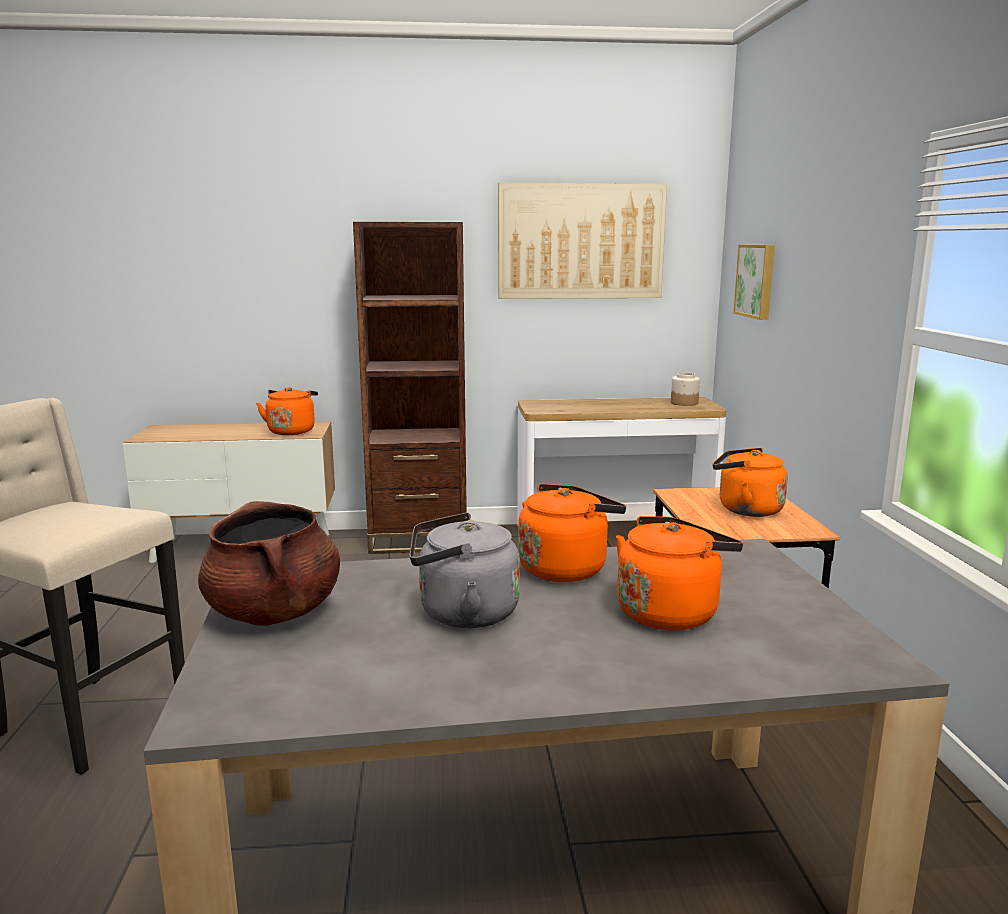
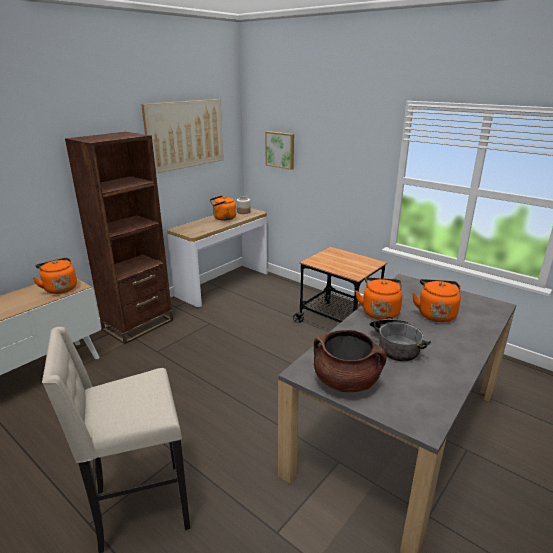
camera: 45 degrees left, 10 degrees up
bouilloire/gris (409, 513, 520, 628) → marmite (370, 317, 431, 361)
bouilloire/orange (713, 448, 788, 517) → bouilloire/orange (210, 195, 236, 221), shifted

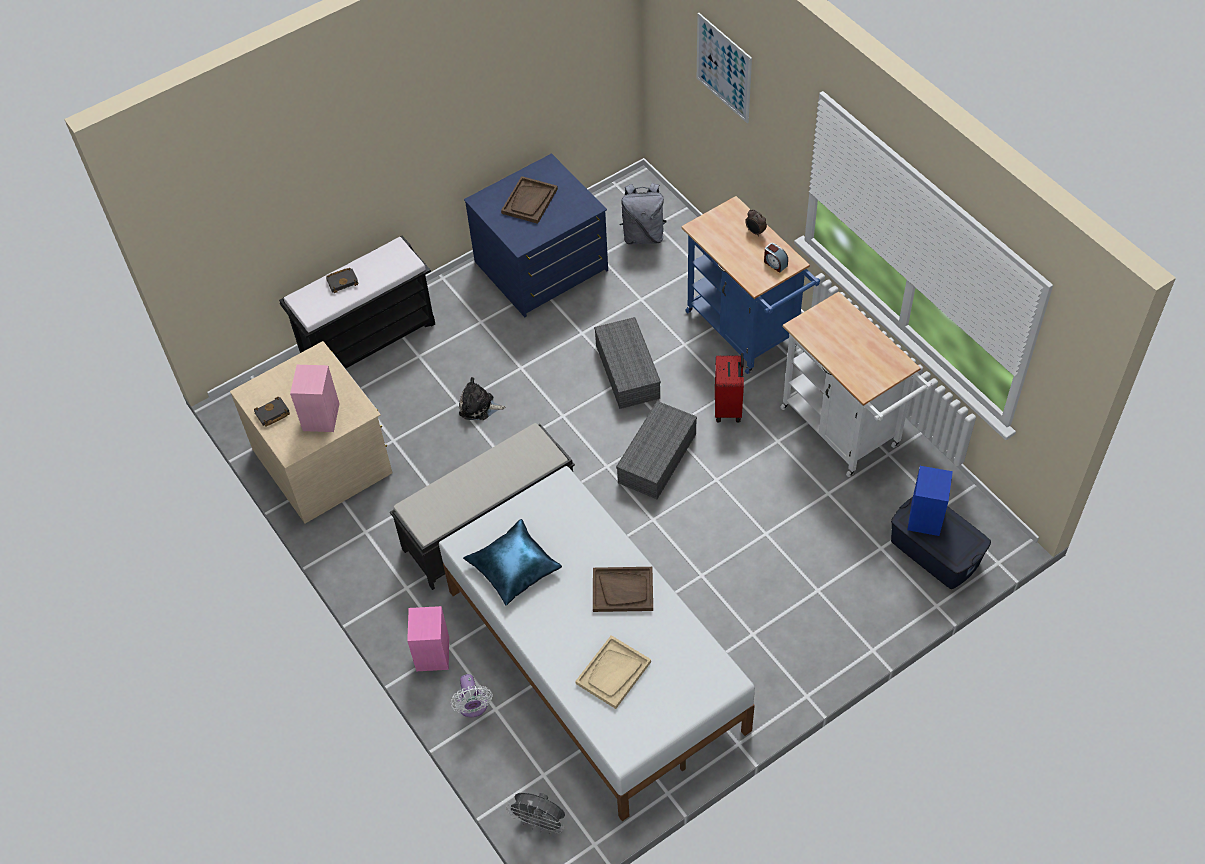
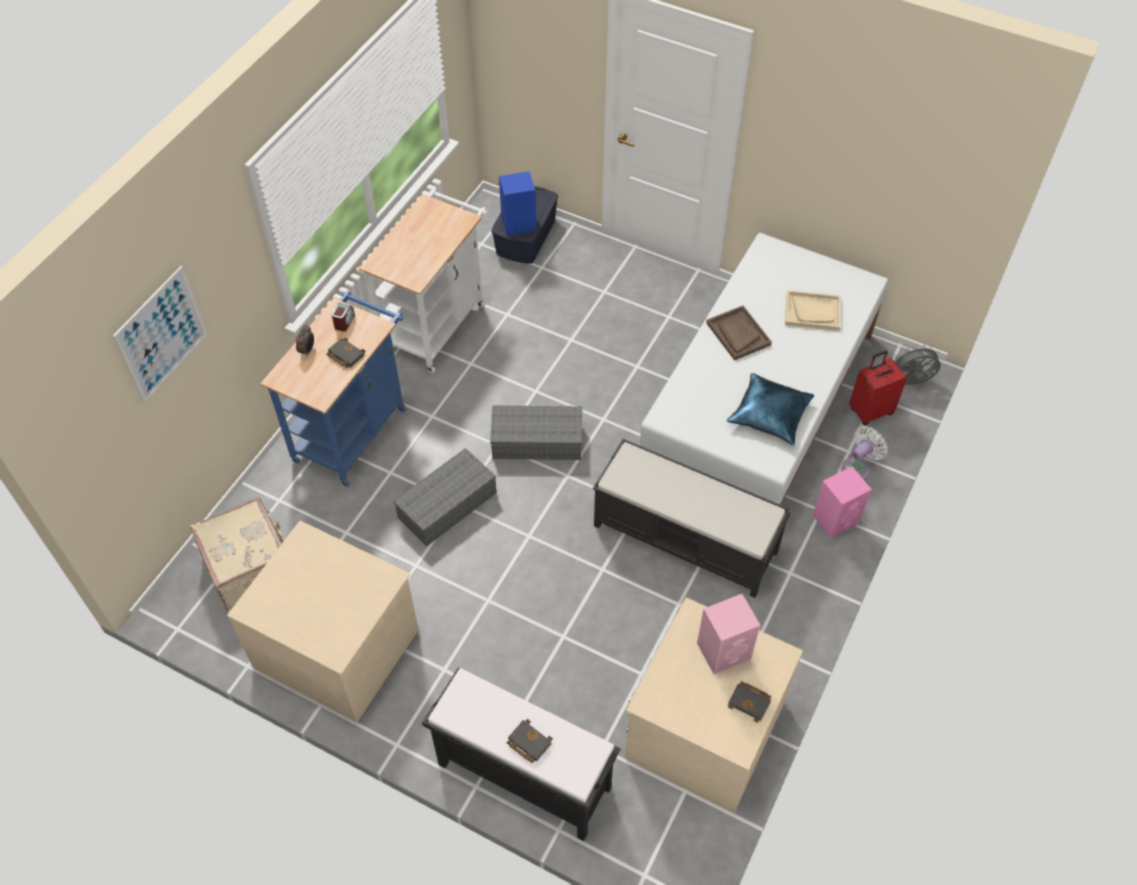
camera: 120 degrees left, 0 degrees up
peluche (459, 377, 505, 420) → -
commode/bleu (464, 154, 608, 317) → commode/beige (227, 520, 419, 722)
plateau/marron (501, 176, 558, 224) → -
ventilateur/gris (506, 793, 565, 834) → ventilateur/gris (893, 345, 941, 385), 90 degrees counterclockwise
sac à dos/gris (620, 183, 667, 245) → valise/beige (190, 497, 285, 612)
valise/rouge (715, 353, 744, 423) → valise/rouge (849, 351, 907, 425), shifted
- → livre/noir (326, 337, 366, 368)

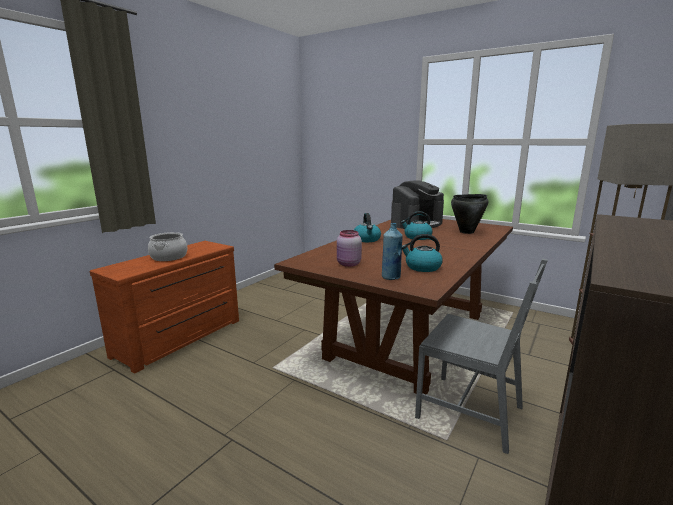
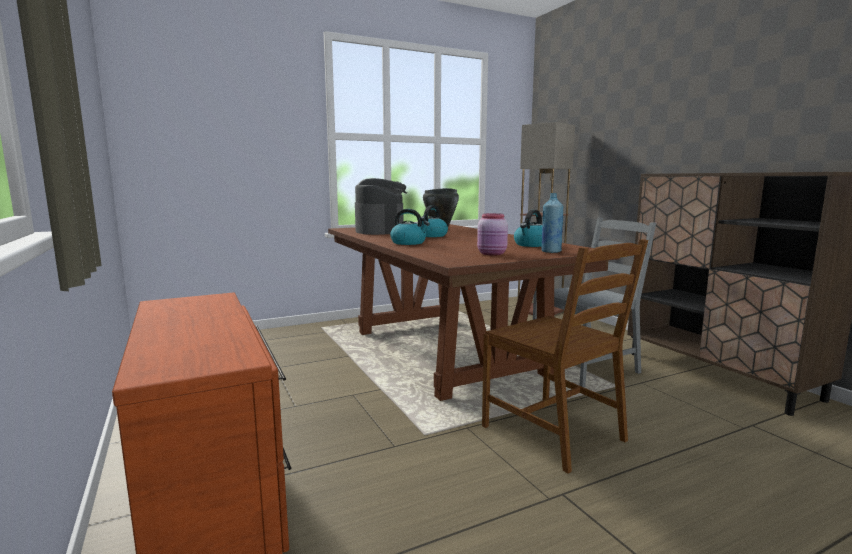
camera: 60 degrees left, 5 degrees down
marmite (148, 232, 188, 261) → -
- → chaise/marron (482, 239, 648, 474)

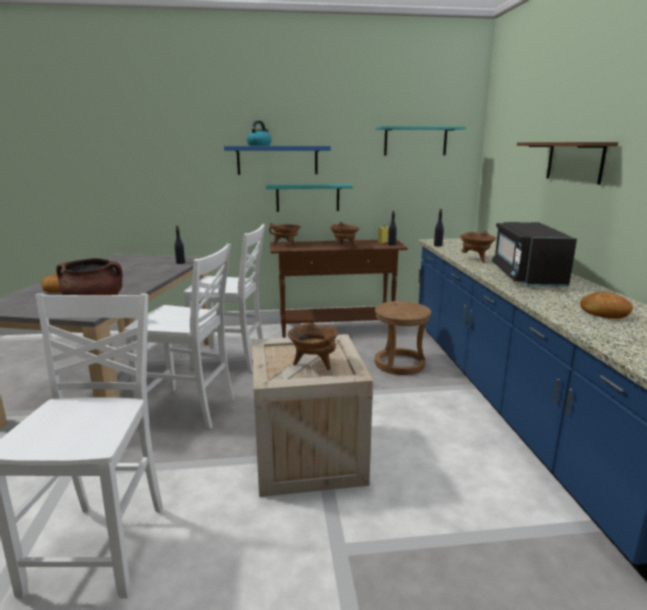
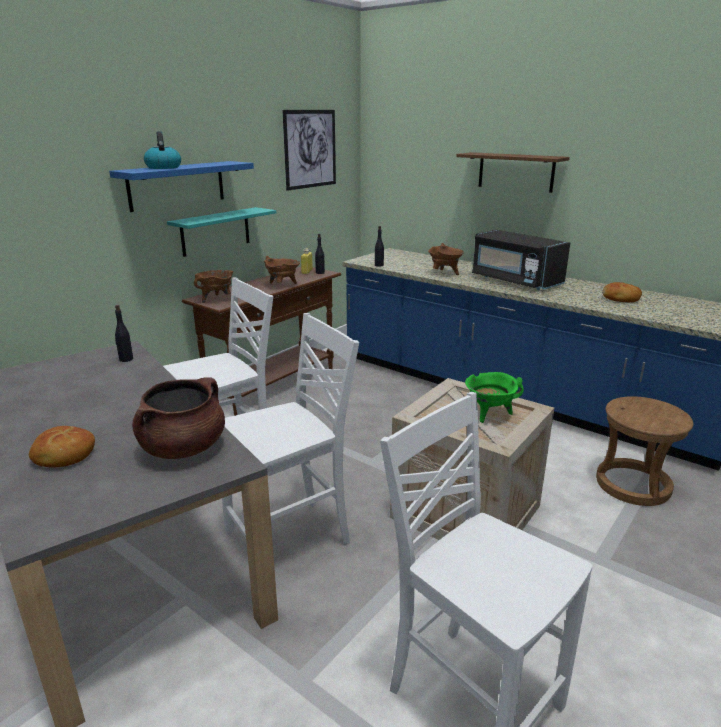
camera: 45 degrees left, 5 degrees up
marmite/marron (288, 323, 338, 370) → marmite/vert (465, 372, 524, 423)
étagère/turquoise (375, 126, 466, 155) → tableau (283, 110, 336, 191)
tabouret/marron (375, 301, 431, 375) → tabouret/marron (596, 396, 693, 506), shifted

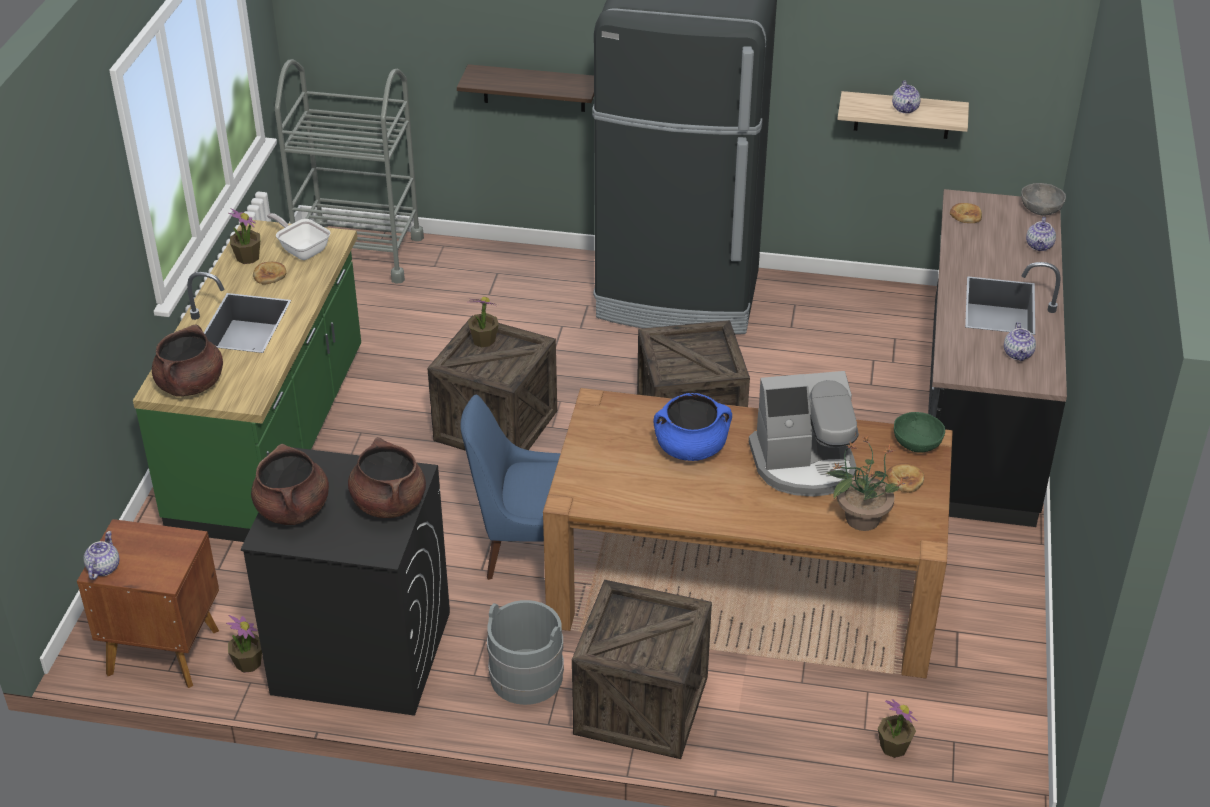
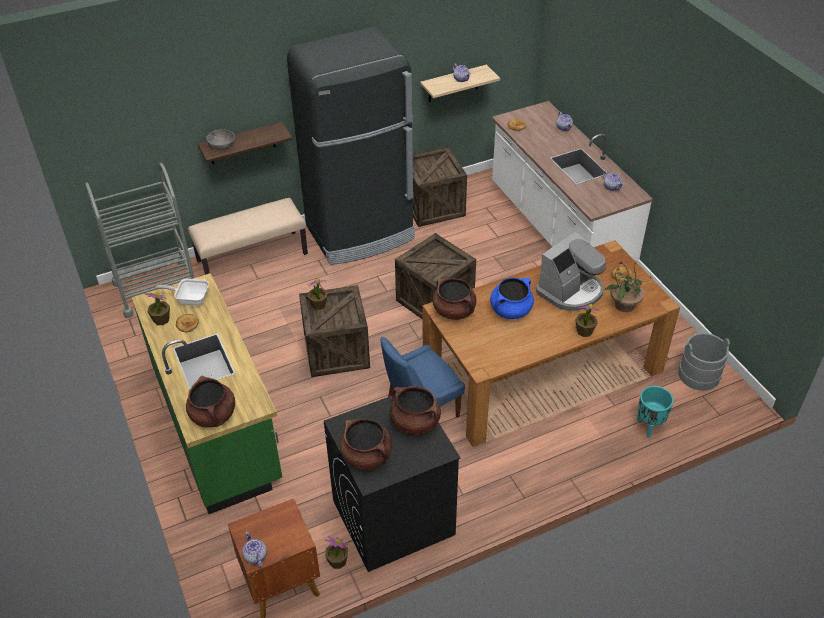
camera: 35 degrees left, 5 degrees up
seau/gris (487, 600, 564, 705) → seau/gris (678, 333, 730, 391), shifted
caisse (572, 580, 712, 759) → caisse (413, 147, 467, 227), shifted
plante en pot (878, 699, 917, 758) → plante en pot (575, 304, 600, 337), shifted
bol/vert (894, 412, 945, 453) → -
comptoir de cuisine/noir (928, 189, 1067, 527) → comptoir de cuisine/blanc (492, 101, 653, 264)
bol/gris (1021, 183, 1066, 215) → bol/gris (206, 129, 235, 150), shifted
- → banc/beige (188, 198, 308, 275)
- → marmite/marron (433, 278, 477, 320)
- → cache-pot/turquoise (637, 386, 674, 438)

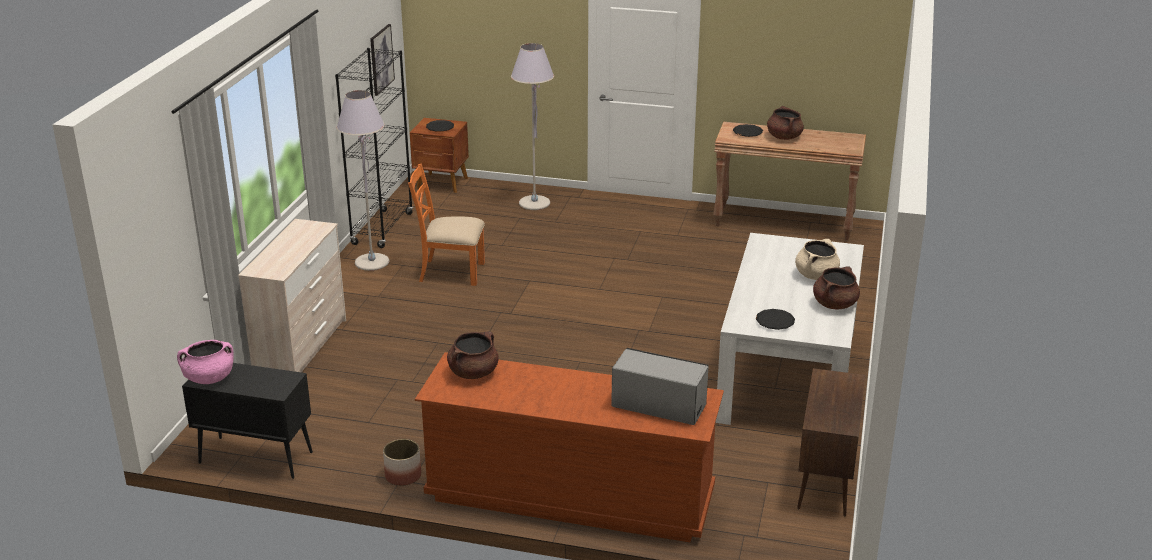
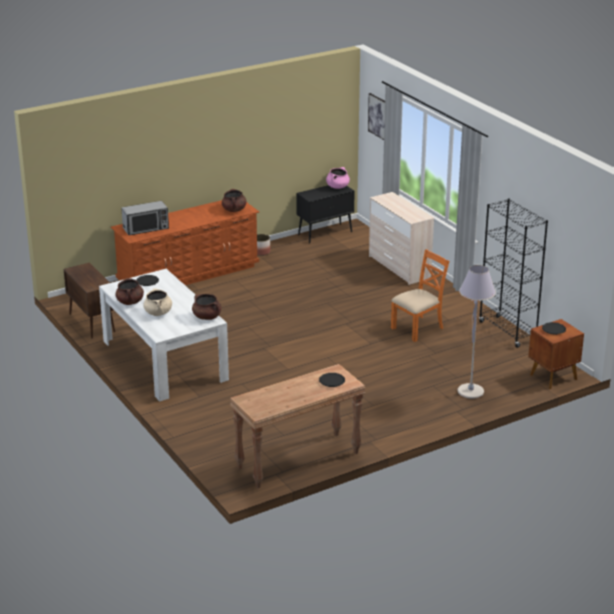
camera: 135 degrees right, 0 degrees up
lampadaire/gris (336, 90, 389, 271) → -
tableau (370, 24, 395, 96) → tableau (368, 93, 385, 140), shifted
marmite/marron (767, 106, 804, 140) → marmite/marron (192, 294, 221, 320), shifted

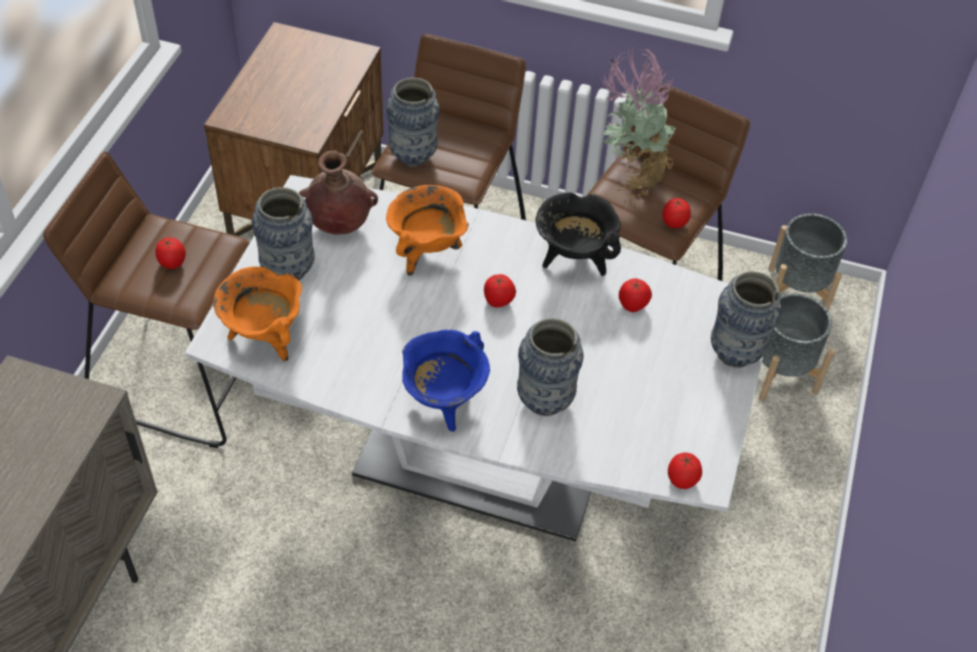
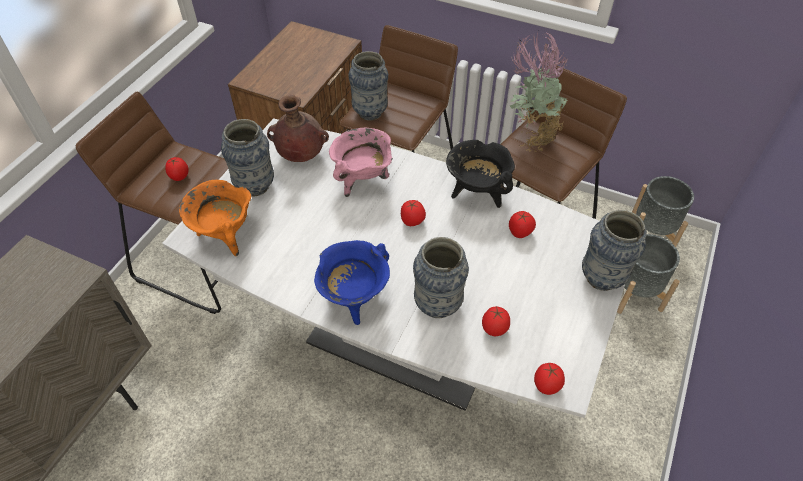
camera: 10 degrees right, 0 degrees up
marmite/orange (386, 185, 469, 276) → marmite/rose (329, 128, 393, 197)
tomate (663, 198, 691, 228) → tomate (482, 306, 510, 336), shifted

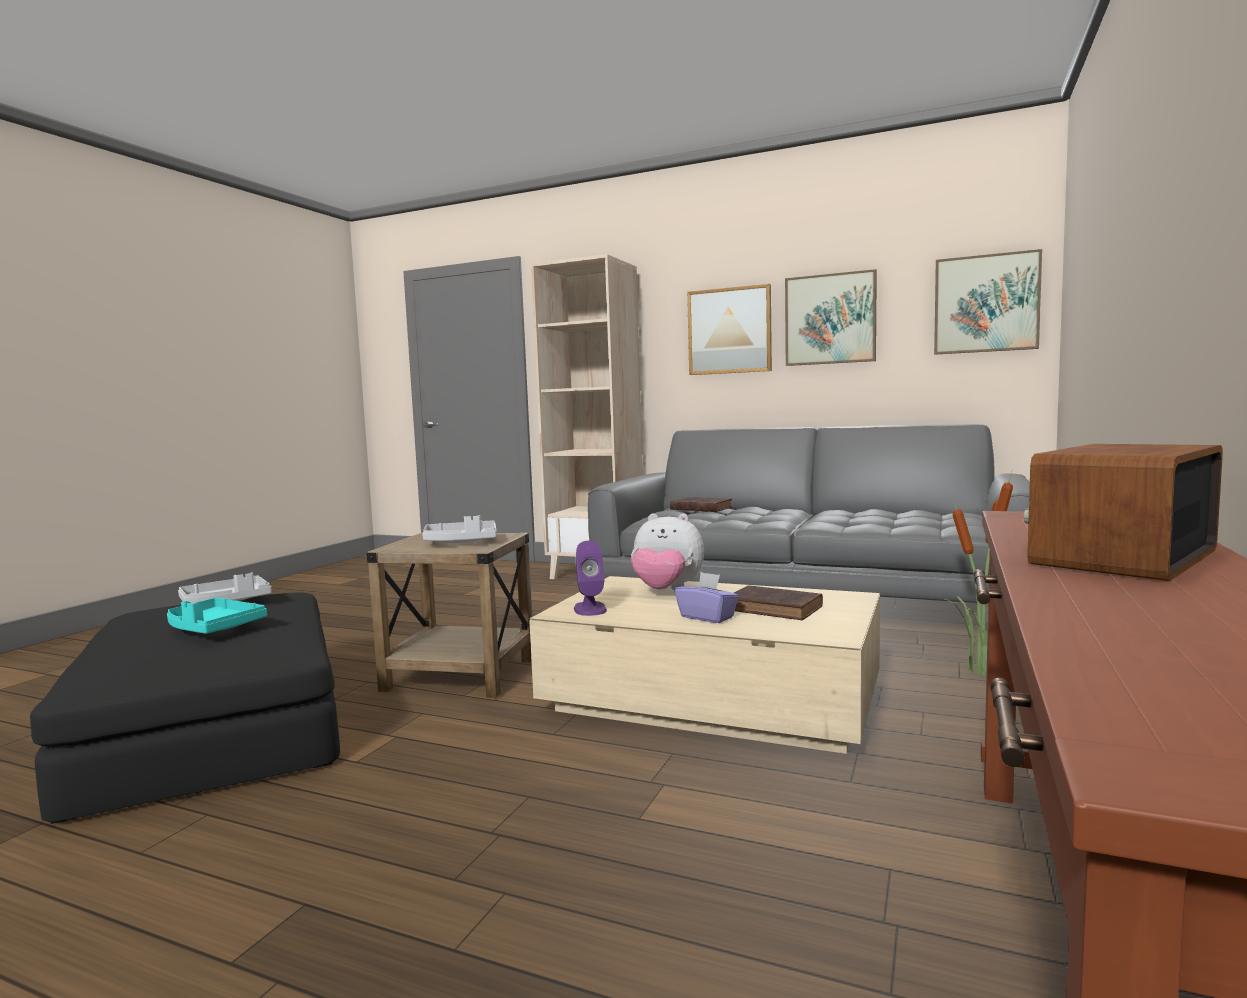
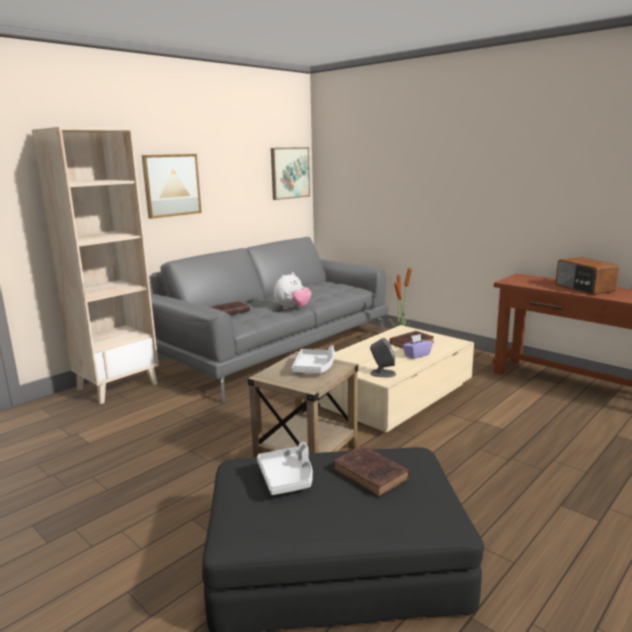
camera: 70 degrees left, 10 degrees up
plateau/turquoise (167, 598, 267, 634) → livre/marron (333, 445, 410, 497)
enceinte/violet (574, 541, 607, 616) → enceinte/gris (370, 338, 396, 377)
peluche (631, 513, 704, 590) → peluche (274, 272, 311, 309), shifted
tableau (785, 269, 877, 366) → -

